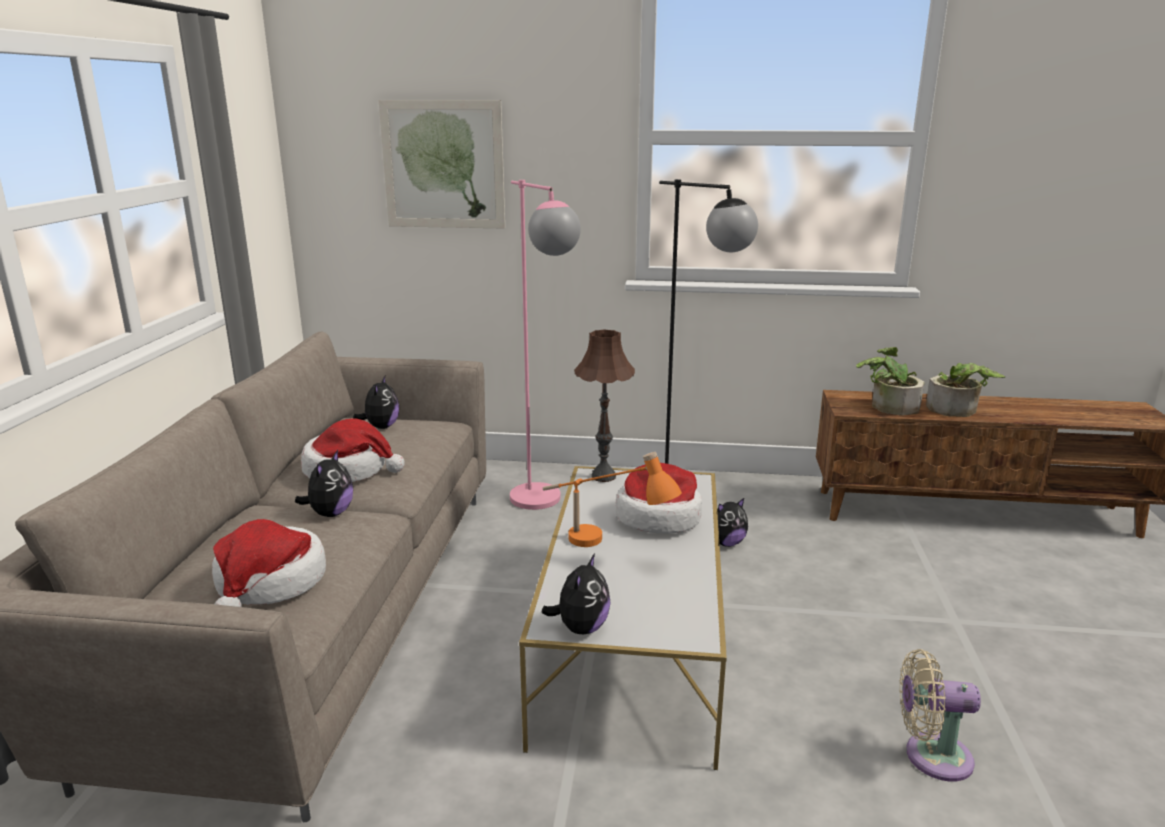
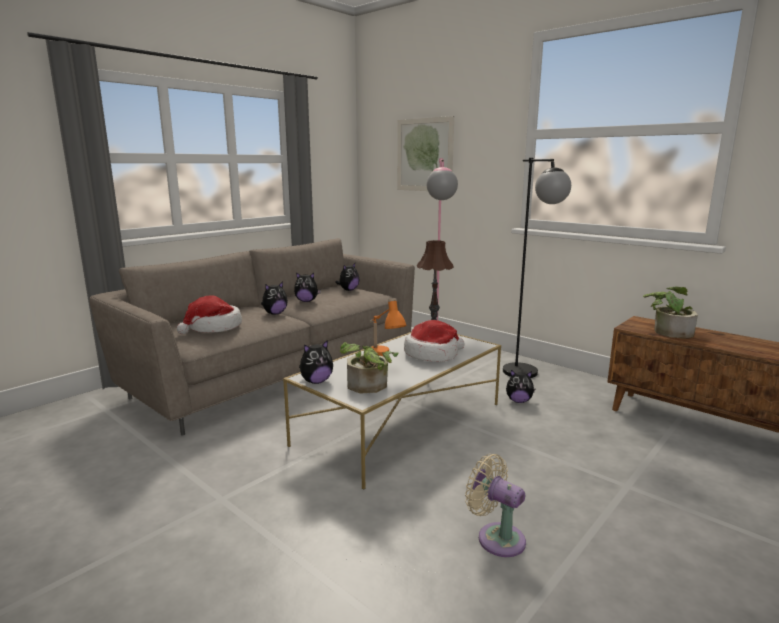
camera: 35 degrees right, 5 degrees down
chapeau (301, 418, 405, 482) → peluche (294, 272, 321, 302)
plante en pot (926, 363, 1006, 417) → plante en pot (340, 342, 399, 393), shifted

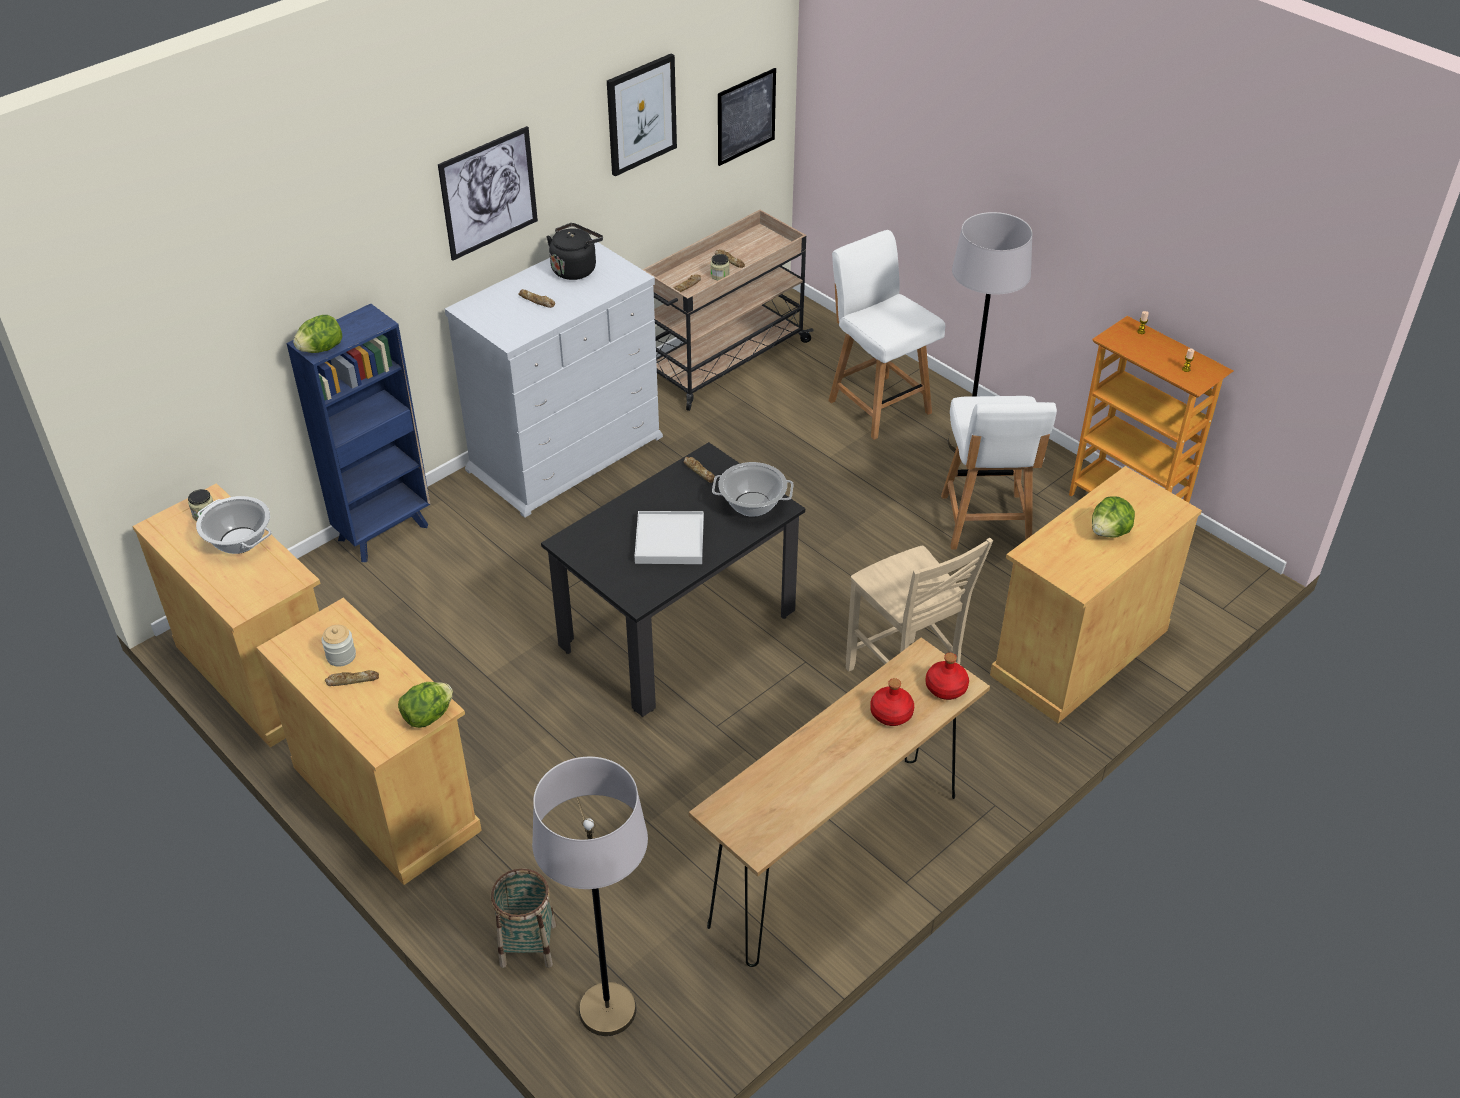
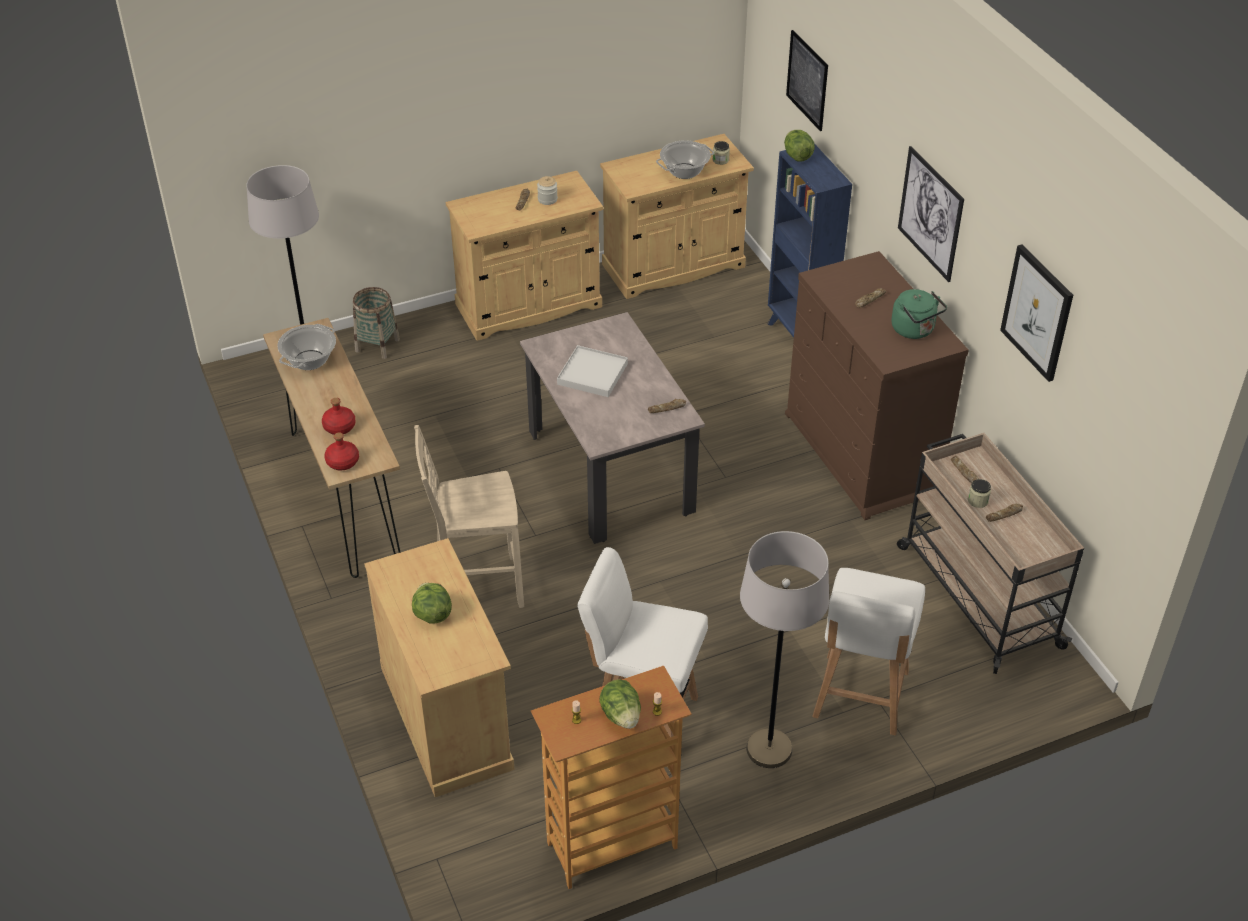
camera: 110 degrees right, 0 degrees up
laitue (398, 682, 453, 728) → laitue (599, 679, 641, 729), shifted
commode/blanc (445, 238, 663, 518) → commode/marron (785, 251, 969, 520)
table à manger/noir (541, 442, 805, 717) → table à manger/beige (520, 312, 705, 544)
bouilloire/noir (546, 223, 603, 280) → bouilloire/vert (891, 289, 947, 339)
marmite (712, 462, 793, 517) → marmite (277, 324, 336, 370), shifted
tableau (718, 68, 776, 166) → tableau (786, 30, 828, 131), shifted
chaise/blanc (828, 230, 946, 440) → chaise/blanc (812, 568, 925, 735), 120 degrees clockwise

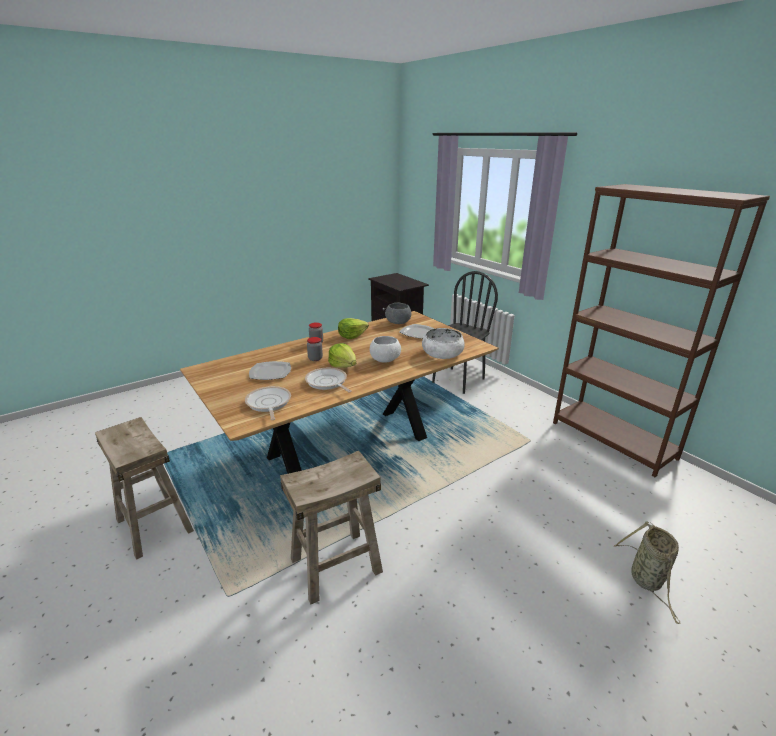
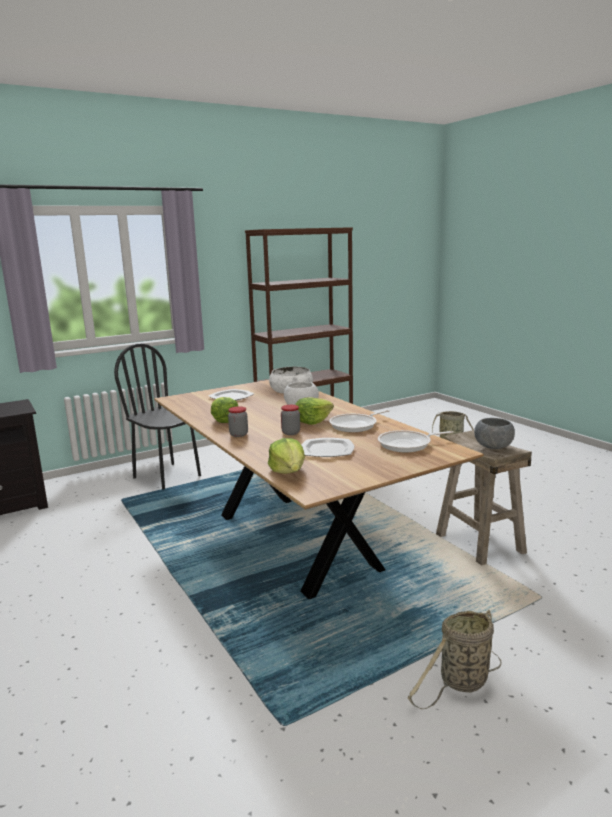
camera: 85 degrees left, 10 degrees down
tabouret/beige (95, 417, 194, 560) → panier (408, 610, 502, 709)
bol/gris (385, 303, 411, 324) → bol/gris (474, 418, 515, 449), shifted
- → laitue (268, 438, 305, 474)

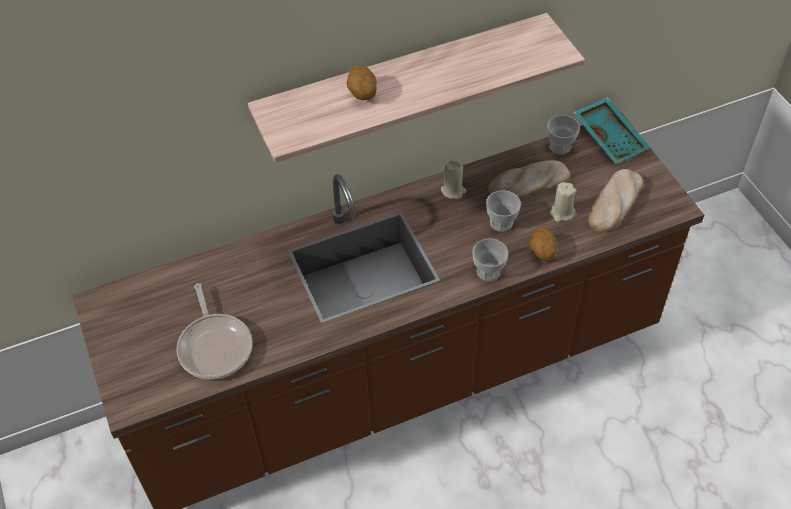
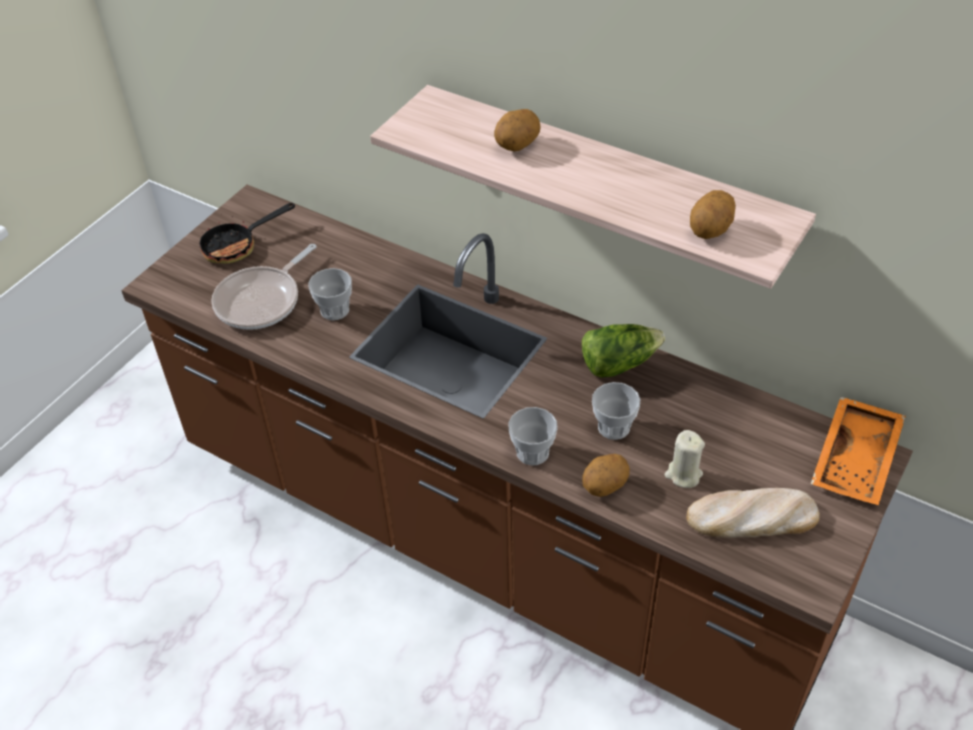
camera: 55 degrees right, 5 degrees down
bougie/beige (441, 160, 466, 199) → laitue (582, 324, 665, 378)
pain (488, 160, 570, 198) → -
tasse (547, 115, 580, 155) → tasse (308, 268, 352, 321), shifted
plateau/turquoise (573, 97, 650, 164) → plateau/orange (811, 397, 906, 505)
- → poêle (200, 203, 295, 264)
- → pomme de terre (690, 190, 736, 239)

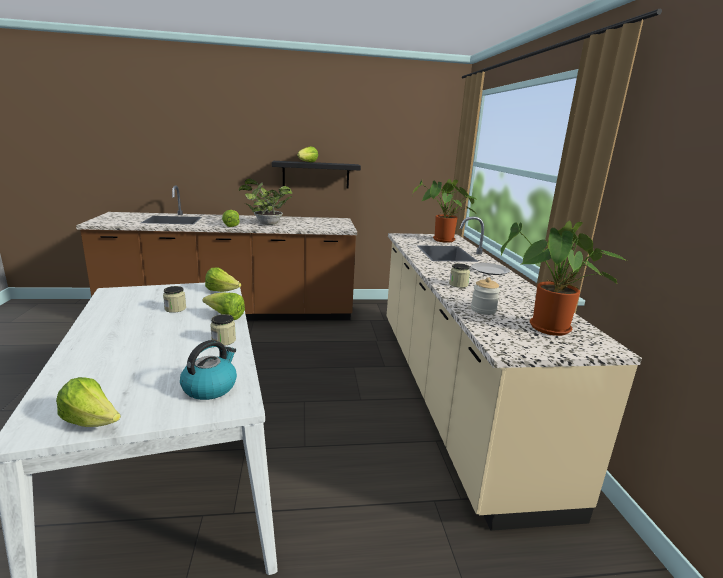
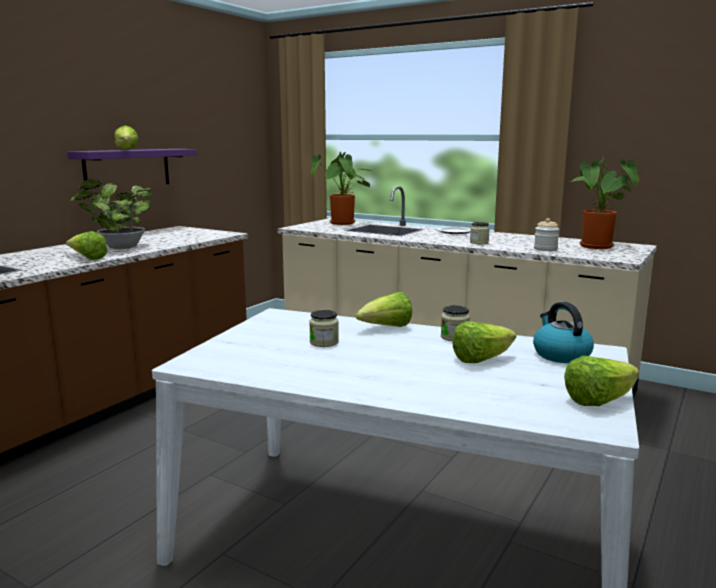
camera: 50 degrees left, 5 degrees down
laitue (205, 267, 241, 292) → laitue (452, 321, 516, 363), shifted
étagère/noir (272, 161, 361, 188) → étagère/violet (67, 149, 197, 190)

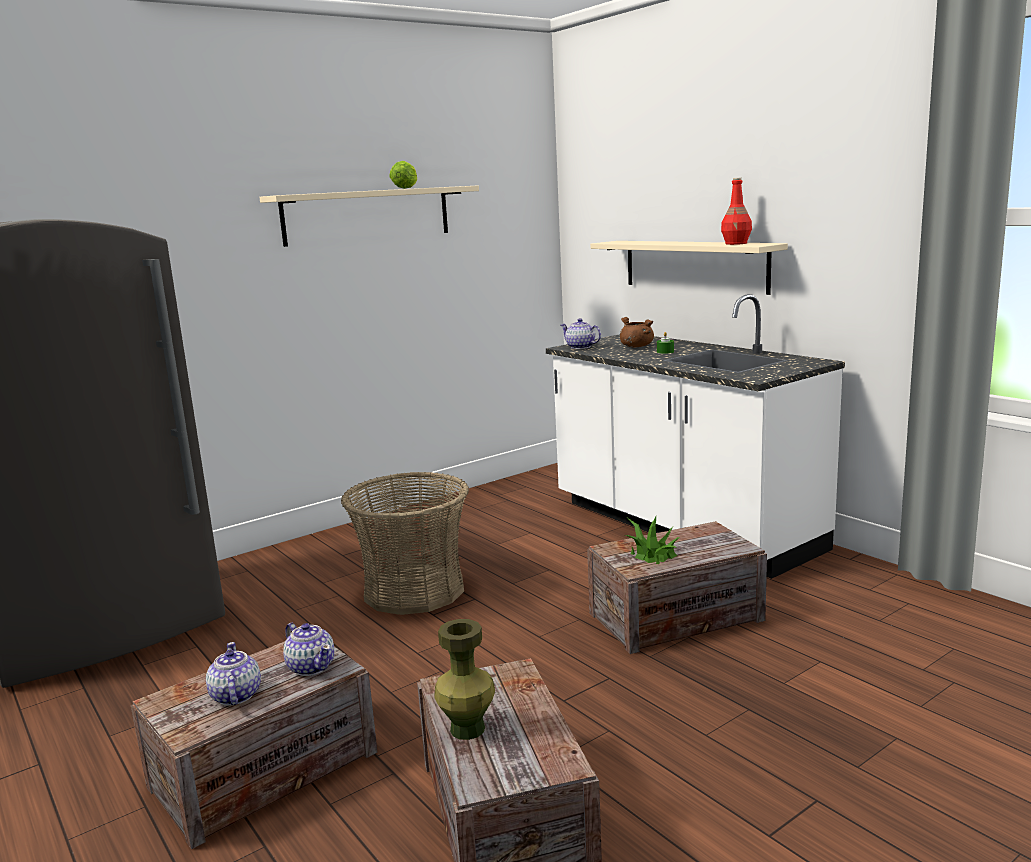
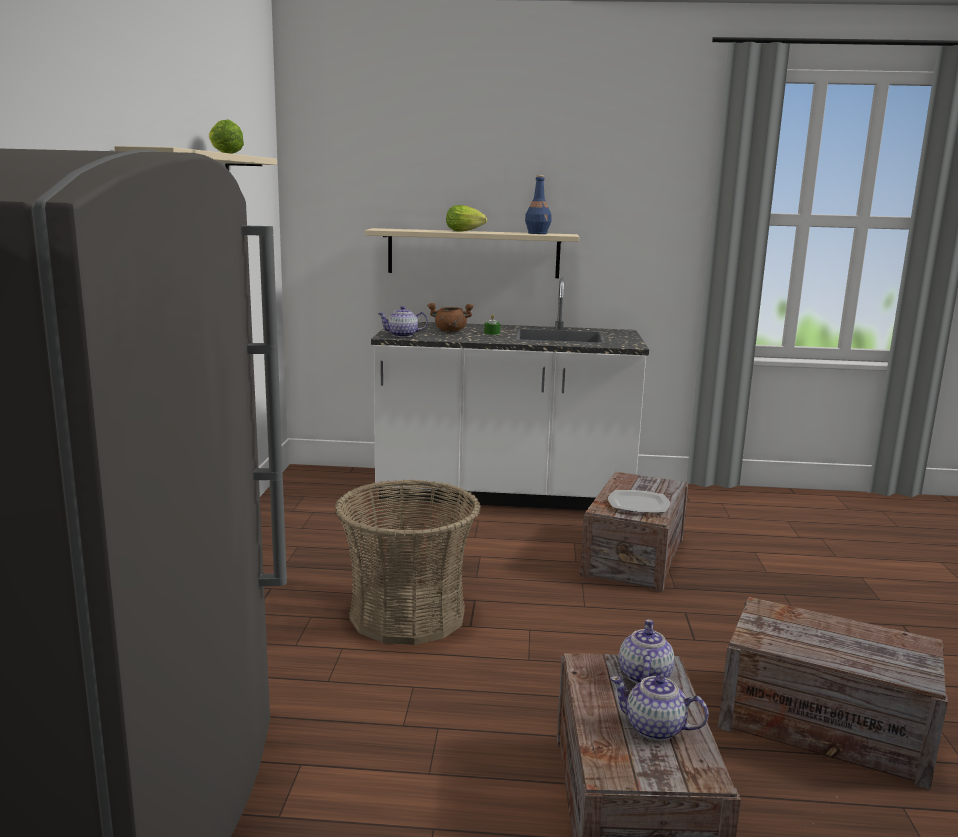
camera: 50 degrees left, 0 degrees up
théière (283, 623, 334, 676) → théière (619, 619, 674, 684), 75 degrees counterclockwise
vase/vert (434, 619, 495, 740) → -
plante en pot (625, 517, 680, 564) → assiette (608, 490, 670, 513)
bouteille/rouge (721, 178, 752, 245) → bouteille/bleu (525, 175, 551, 234)
- → laitue (446, 205, 487, 231)

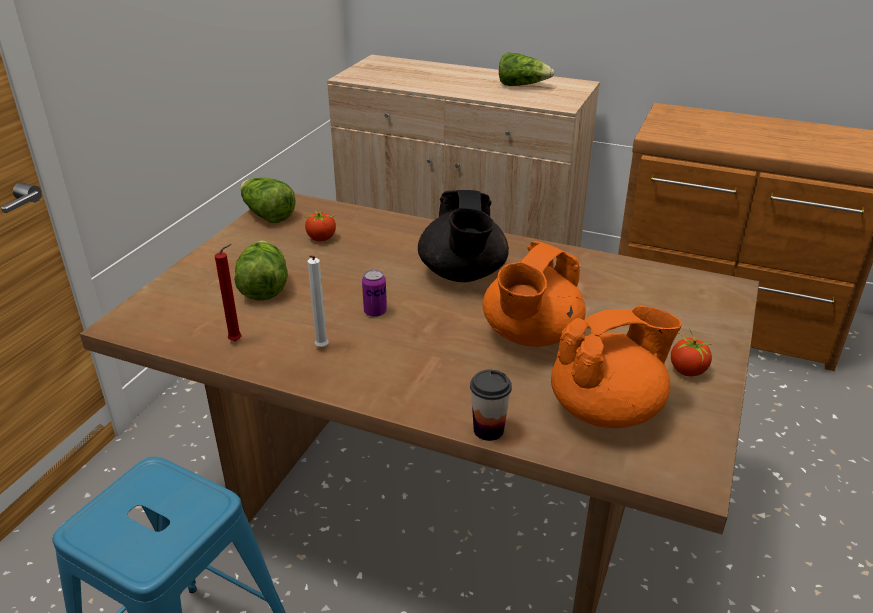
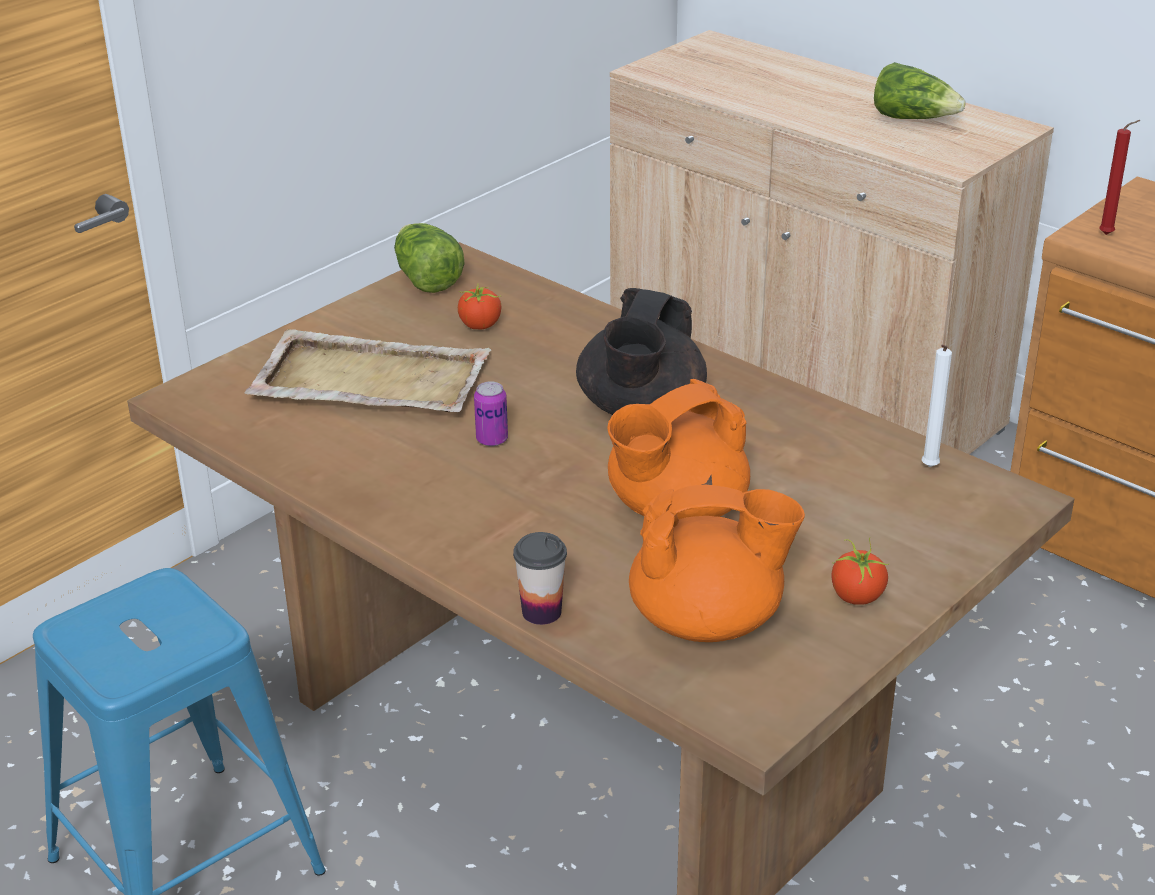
camera: 20 degrees right, 0 degrees up
bougie/rouge (215, 244, 242, 341) → bougie/rouge (1099, 120, 1140, 235), shifted
laitue (234, 241, 288, 301) → plateau/beige (244, 329, 491, 412)
bougie/blanc (308, 256, 328, 347) → bougie/blanc (921, 345, 952, 467), shifted

